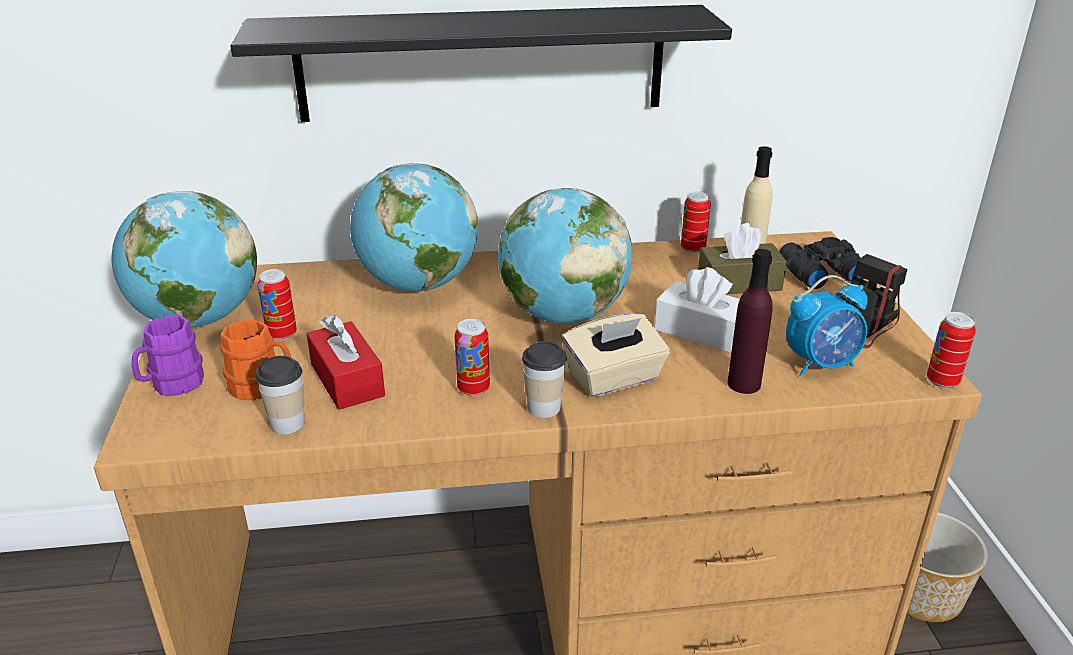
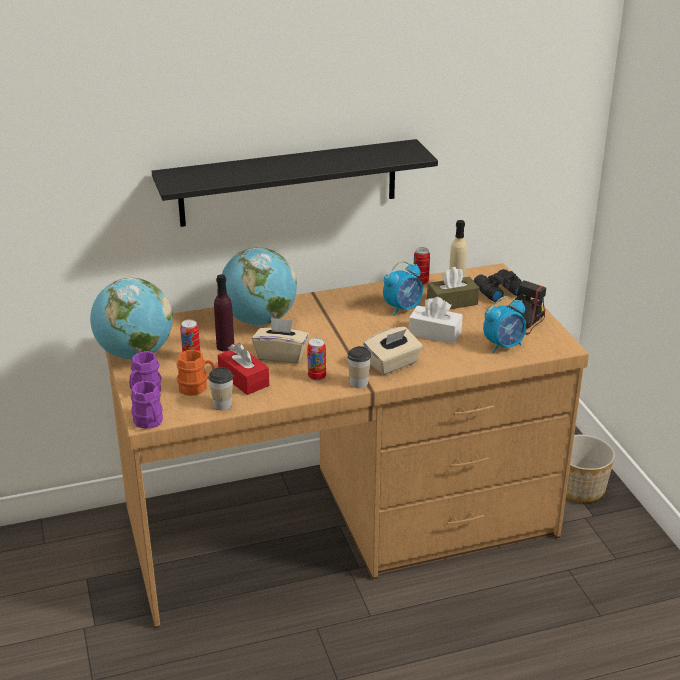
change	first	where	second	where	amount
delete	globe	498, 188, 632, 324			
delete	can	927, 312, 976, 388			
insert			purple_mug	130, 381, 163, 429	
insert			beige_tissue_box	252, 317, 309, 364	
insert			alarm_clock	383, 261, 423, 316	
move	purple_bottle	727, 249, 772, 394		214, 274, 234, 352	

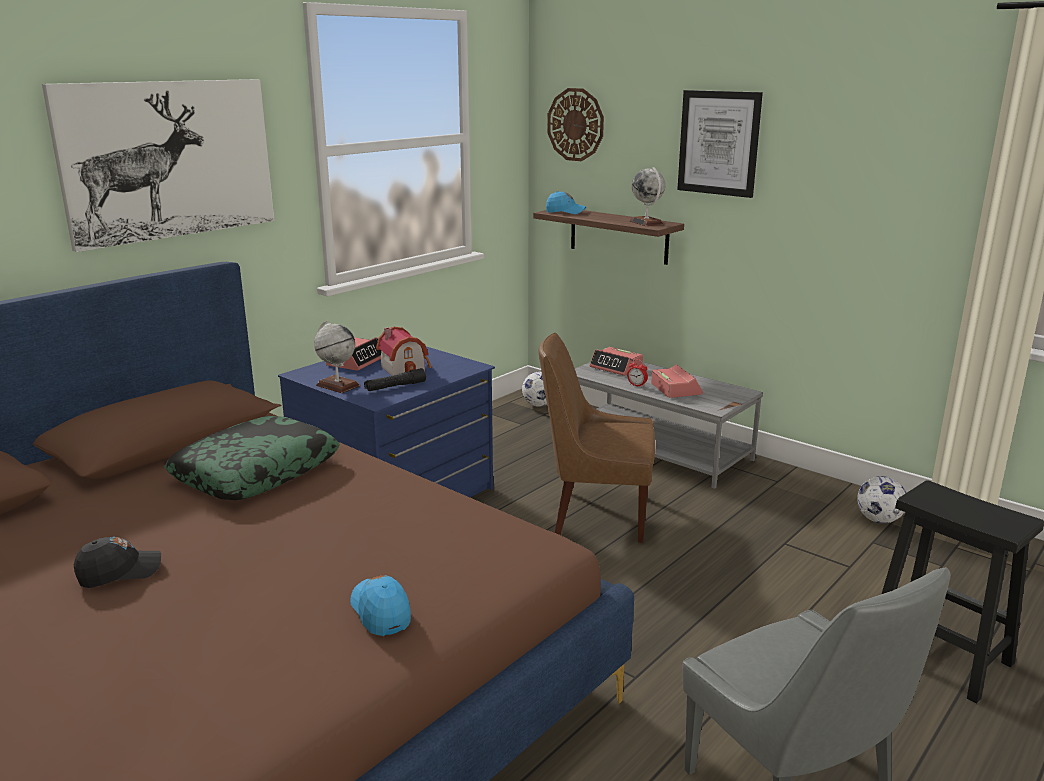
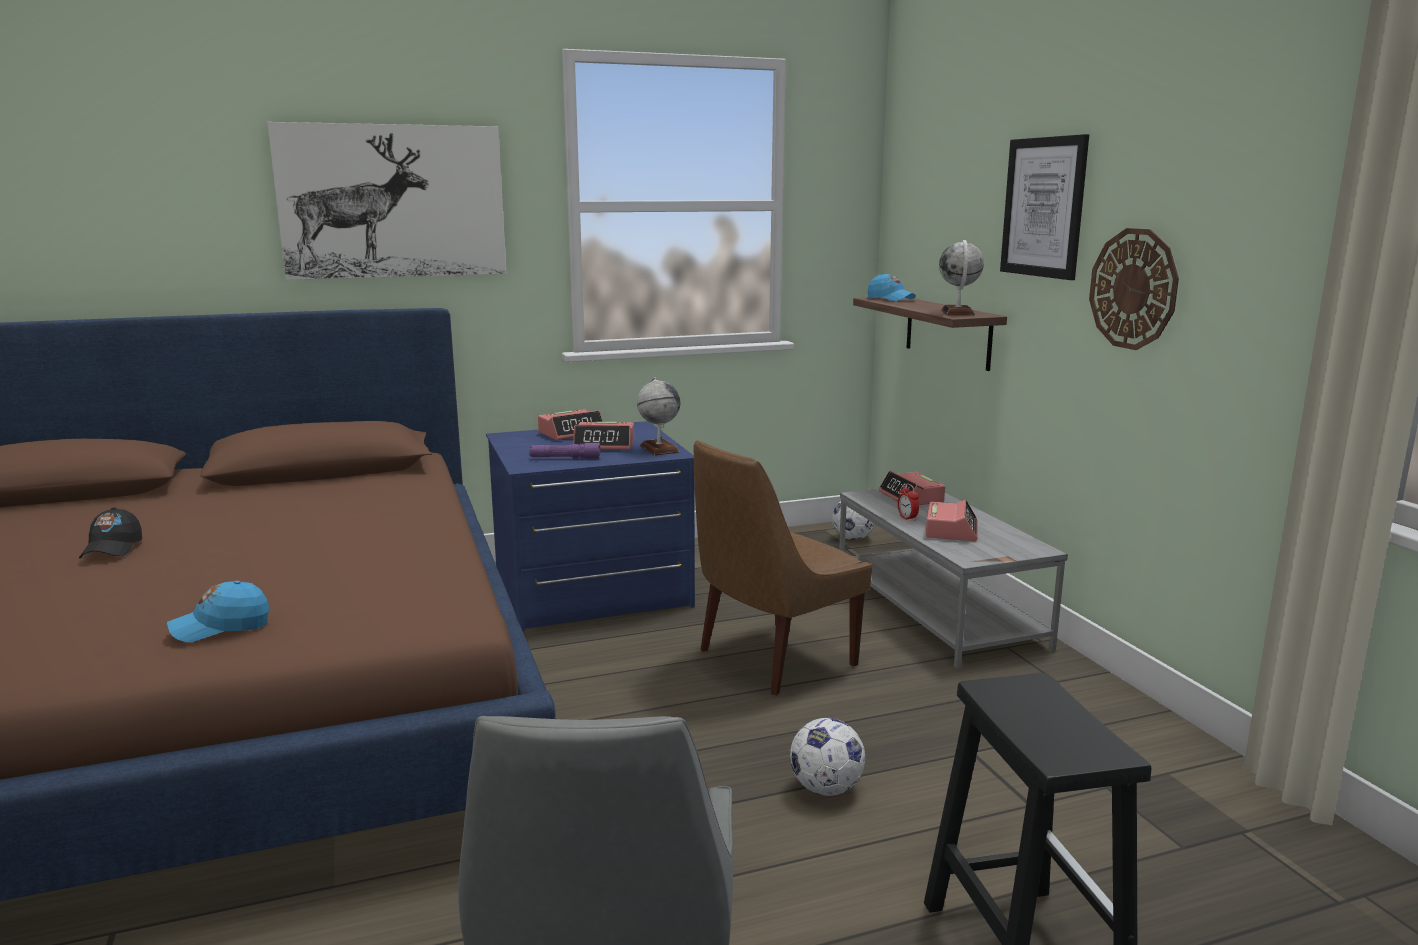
change	first	where	second	where	amount
delete	pillow	164, 416, 340, 500			
move	globe	314, 321, 360, 393		637, 377, 681, 455	
move	wall_clock	547, 88, 604, 161		1089, 228, 1179, 350	
move	football	857, 476, 906, 524		790, 718, 865, 796	
replace	toy_house	376, 327, 431, 376	alarm_clock	573, 422, 634, 450	
recolor	black_flashlight	364, 368, 426, 391	purple_flashlight	529, 443, 600, 459	
rotate	black_cap	74, 537, 161, 588		79, 507, 142, 558	75 degrees clockwise
rotate	blue_cap	350, 575, 411, 636		167, 581, 269, 642	120 degrees counterclockwise
rotate	brown_chair	538, 333, 655, 543		694, 440, 872, 696	75 degrees counterclockwise

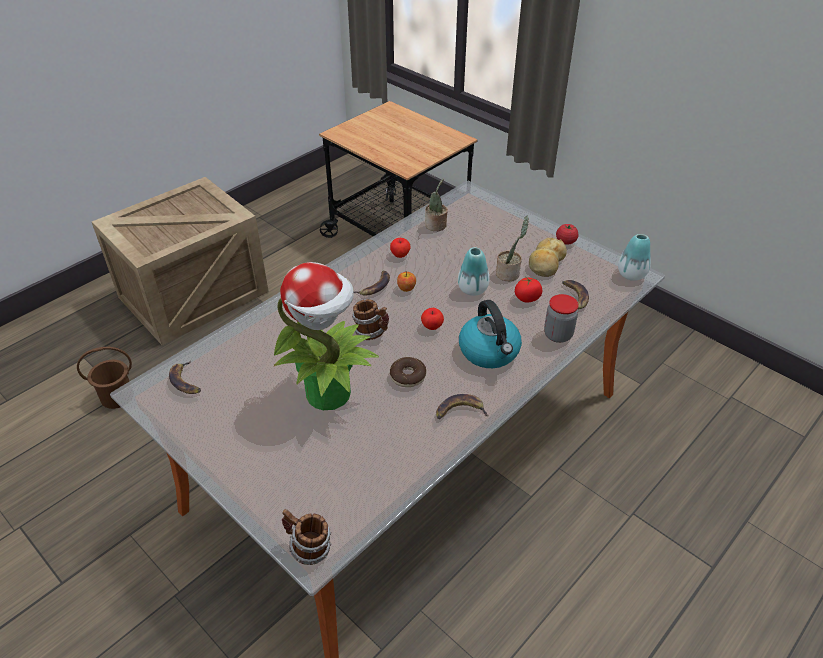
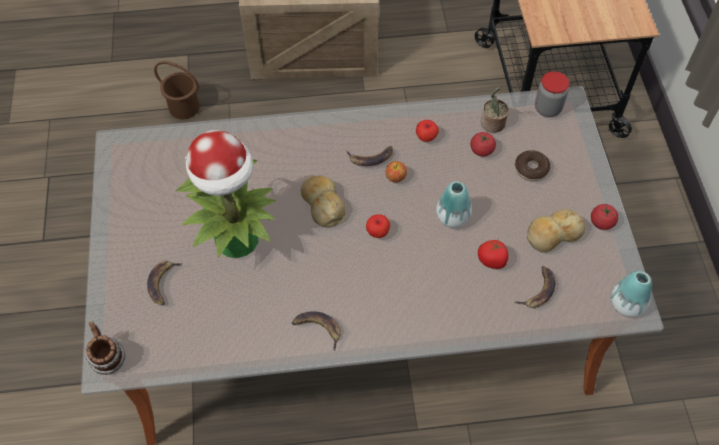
change	first	where	second	where	amount
delete	kettle	459, 300, 522, 368			
delete	potted_plant	496, 216, 529, 281			
insert			tomato	470, 132, 496, 156	
move	banana	169, 360, 201, 394		147, 261, 183, 305	
move	donut	390, 357, 426, 387		515, 150, 550, 181	
move	jar	544, 294, 579, 343		535, 71, 570, 117	
replace	mug	352, 299, 389, 340	bread	301, 176, 346, 227	

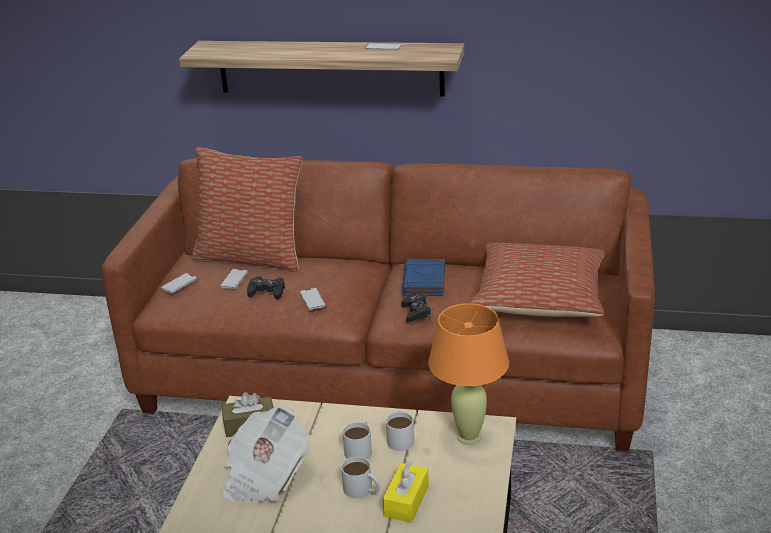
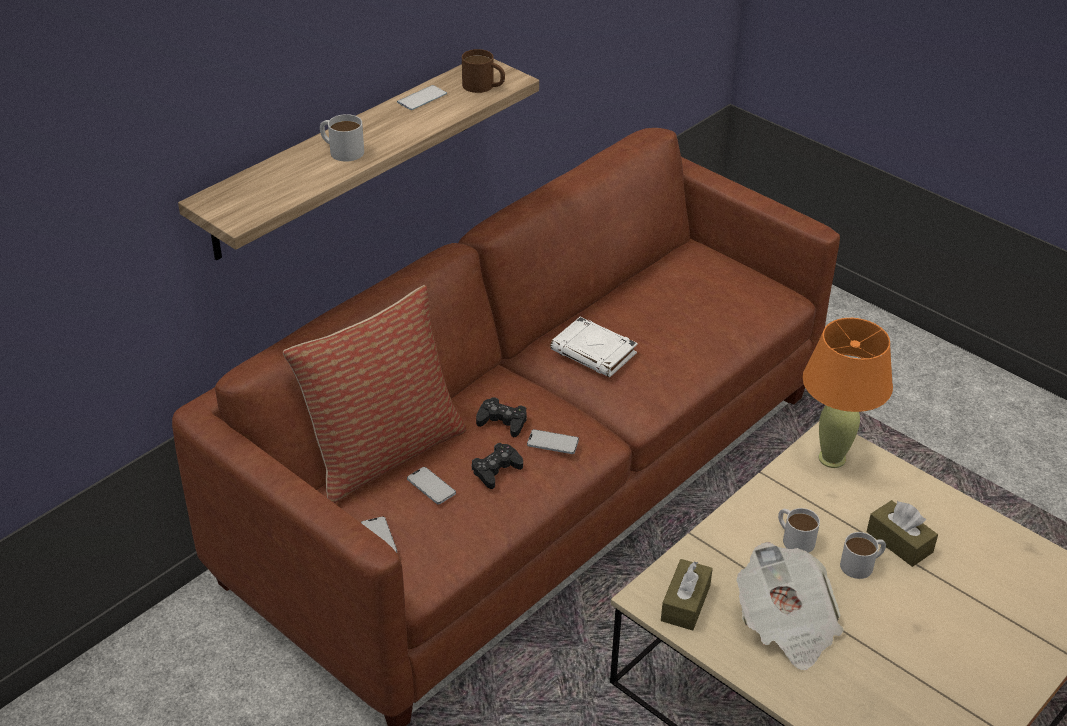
change	first	where	second	where	amount
delete	pillow	470, 242, 605, 317			
insert			brown_mug	462, 49, 505, 93	
move	white_mug	386, 411, 414, 451		320, 114, 364, 162	
move	black_game_controller	401, 293, 431, 323		476, 397, 527, 437	
recolor	yellow_tissue_box	383, 461, 429, 523	brown_tissue_box	867, 500, 938, 567	
recolor	blue_book	402, 259, 445, 296	white_book	550, 317, 638, 377	

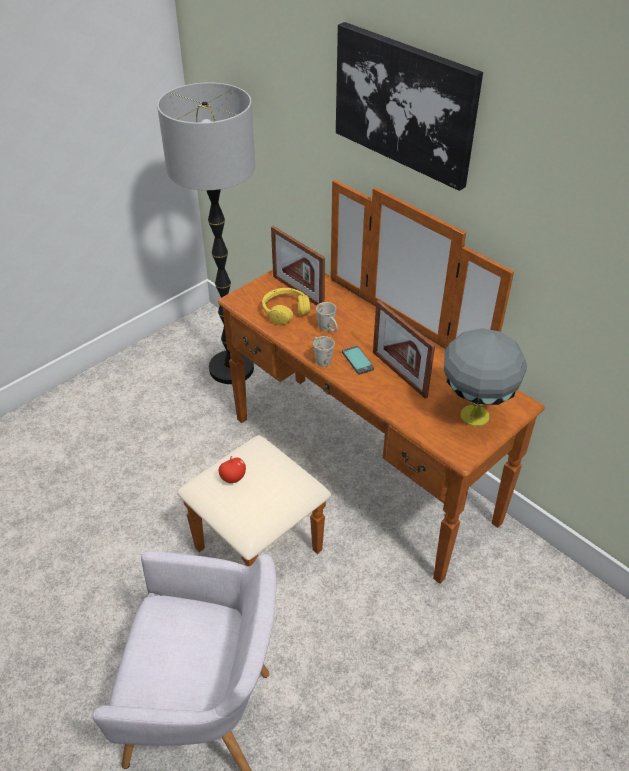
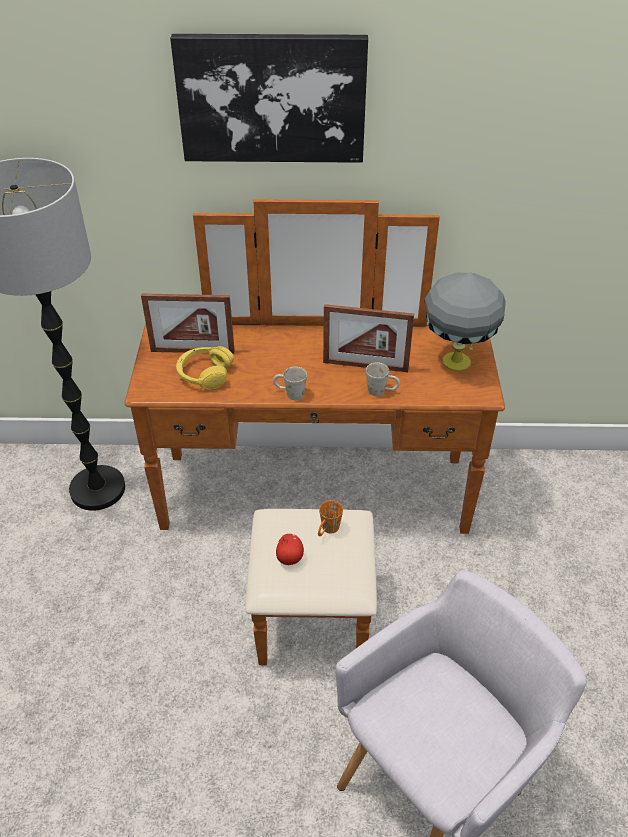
change	first	where	second	where	amount
delete	phone	342, 346, 374, 375			
insert			orange_mug	318, 500, 343, 536	
move	white_mug	316, 302, 338, 332		366, 362, 400, 396	

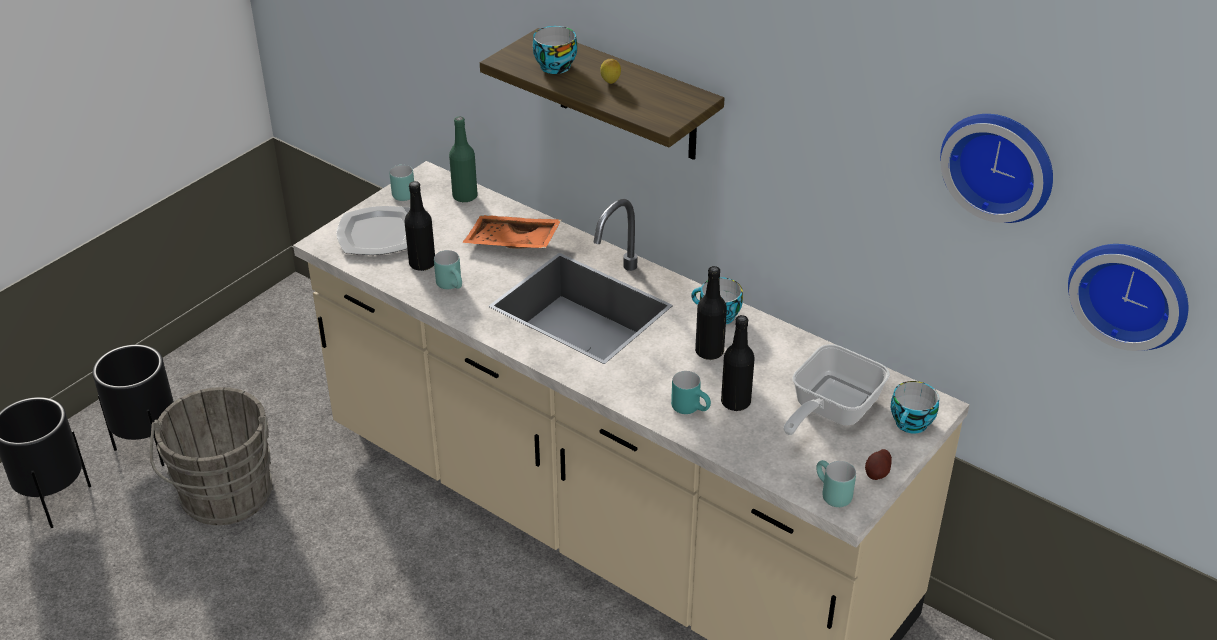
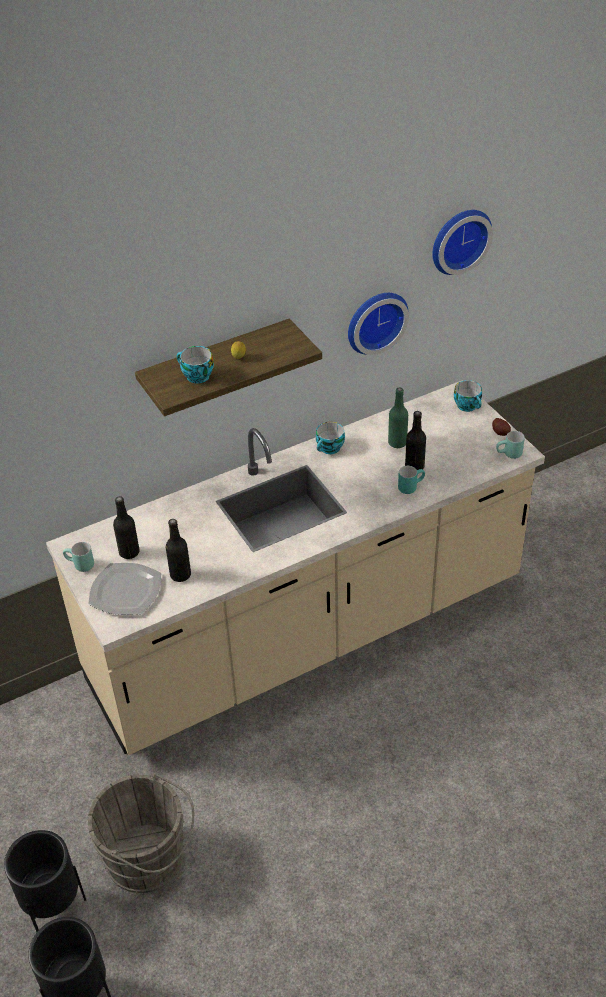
change	first	where	second	where	amount
delete	turquoise_mug	434, 250, 462, 290			
delete	orange_tray	462, 215, 562, 249			
delete	frying_pan	784, 344, 890, 435			
move	green_bottle	449, 116, 478, 202		388, 387, 408, 449	
move	black_bottle	695, 266, 727, 360		113, 496, 140, 559	
move	wall_clock	1068, 244, 1188, 351		348, 293, 409, 355	

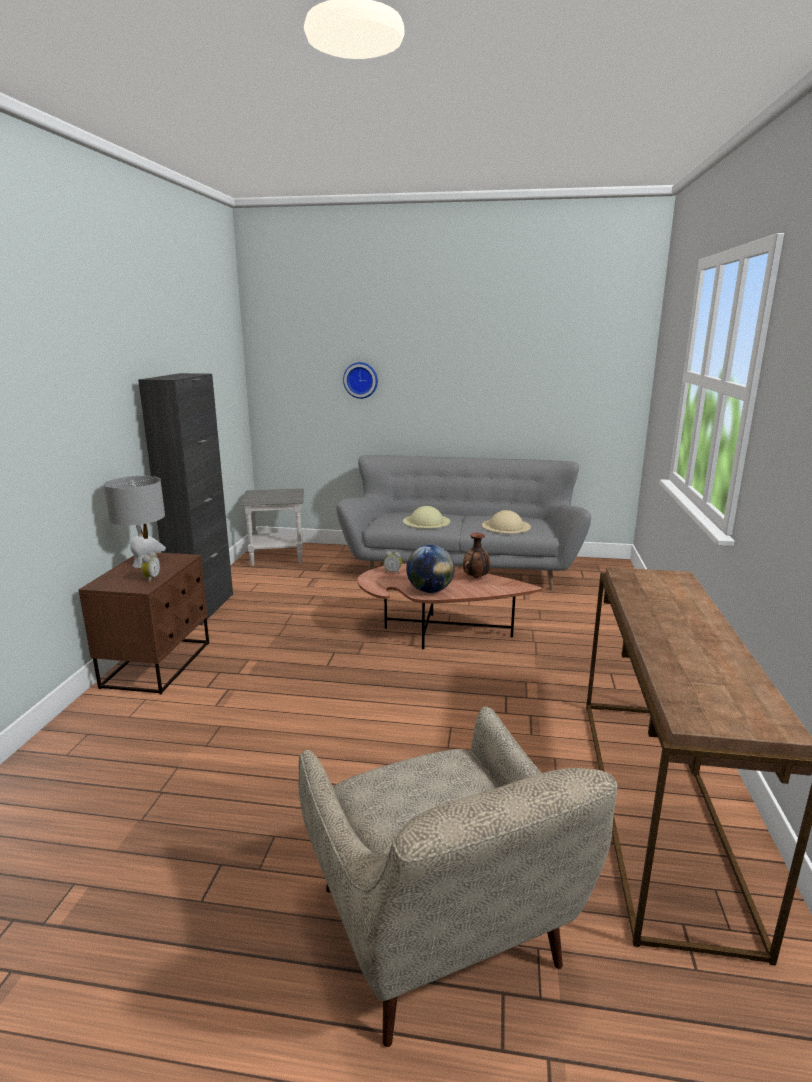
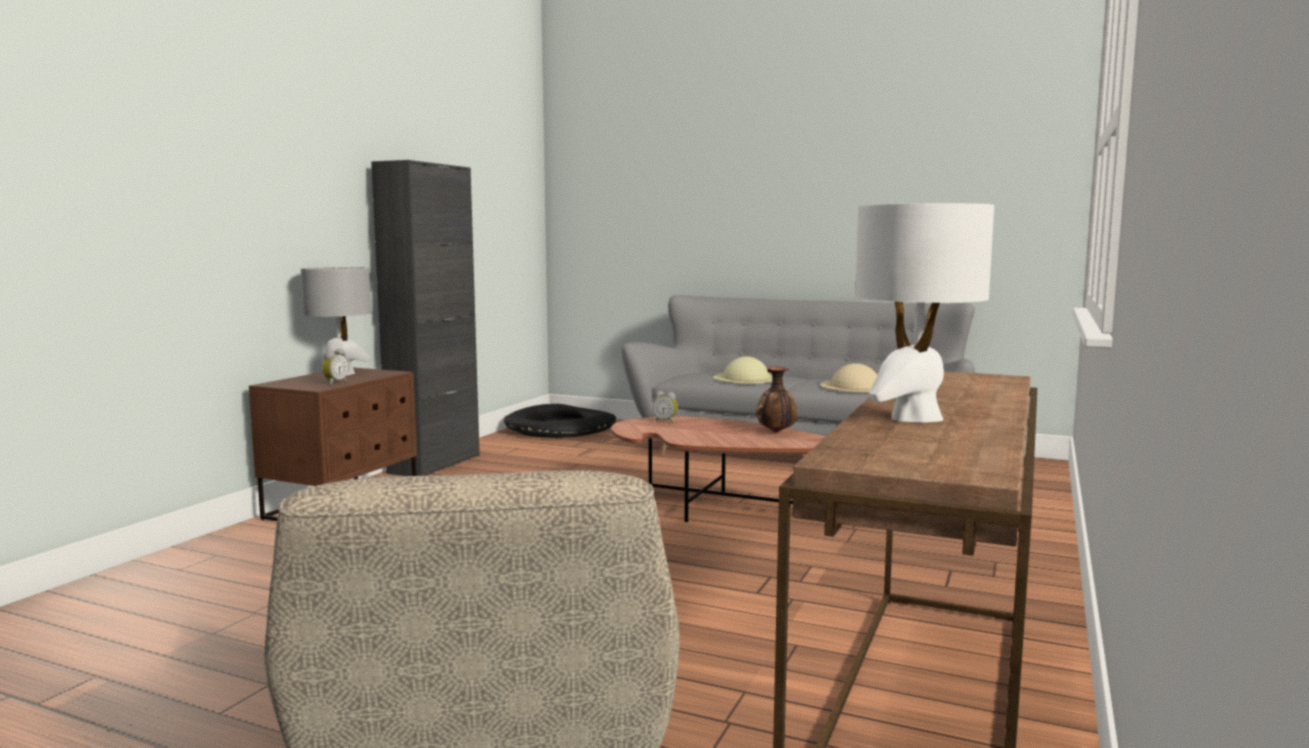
change	first	where	second	where	amount
delete	wall_clock	343, 362, 378, 399			
delete	globe	406, 545, 454, 593			
insert			white_table_lamp	855, 203, 994, 423	
replace	grey_side_table	240, 488, 304, 566	black_dog_bed	504, 404, 616, 438	

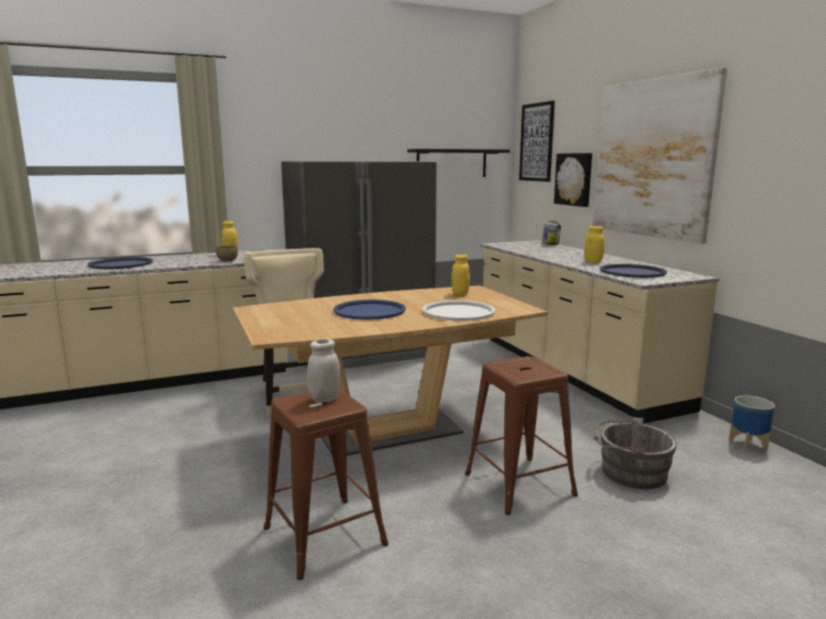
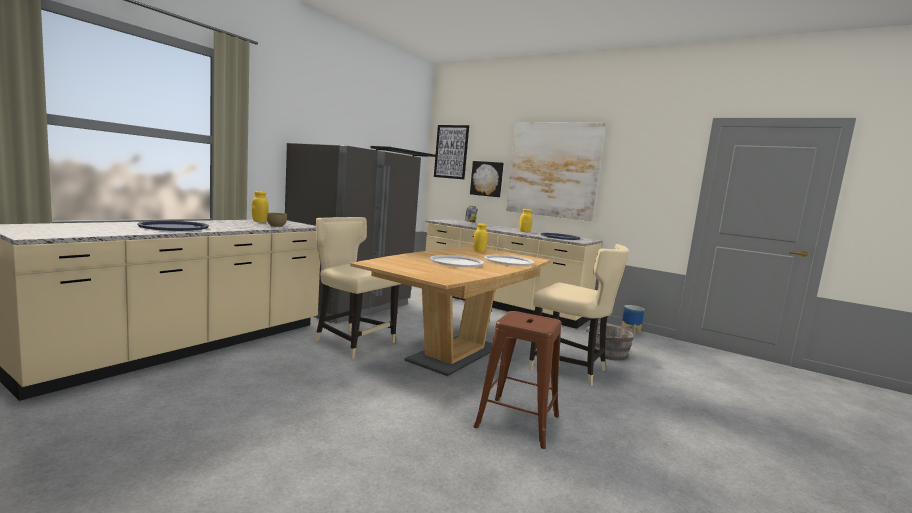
change	first	where	second	where	amount
delete	white_jar	307, 339, 341, 403			
replace	brown_stool	465, 356, 578, 515	beige_chair	528, 244, 629, 386	
recolor	blue_tray	333, 300, 406, 320	white_tray	430, 255, 484, 267	

